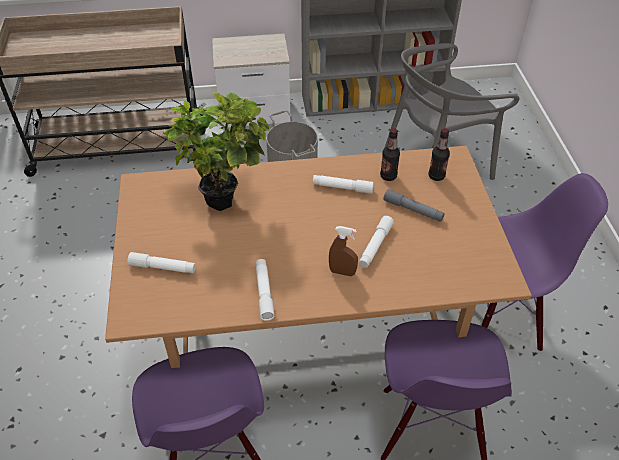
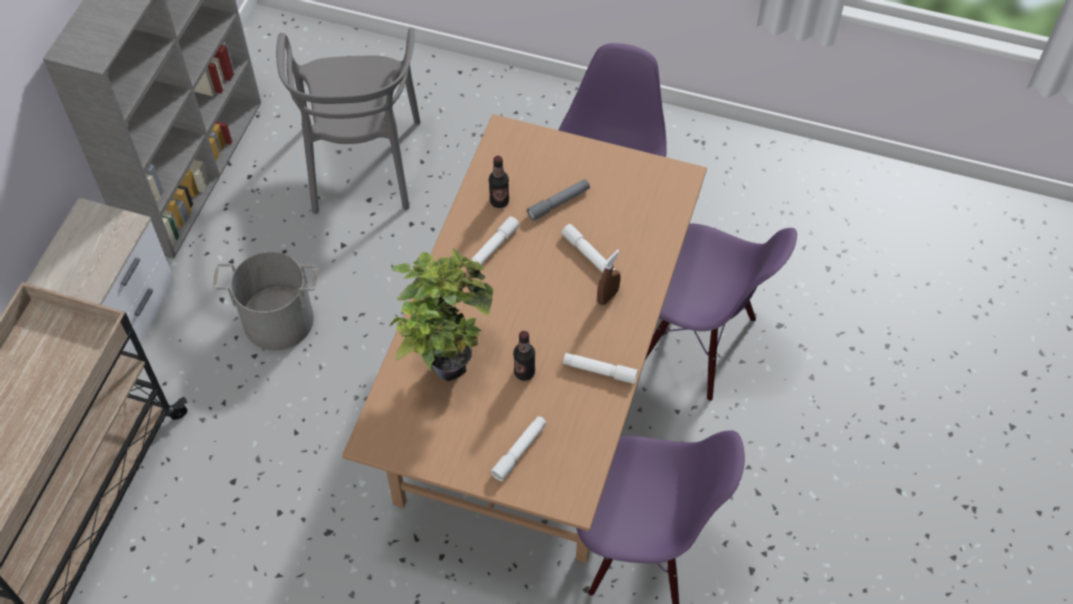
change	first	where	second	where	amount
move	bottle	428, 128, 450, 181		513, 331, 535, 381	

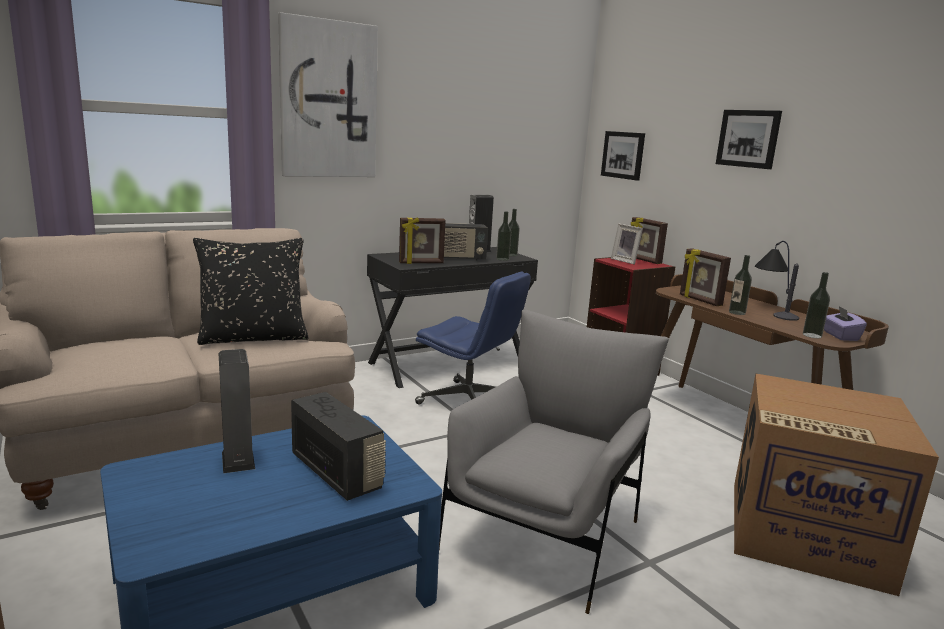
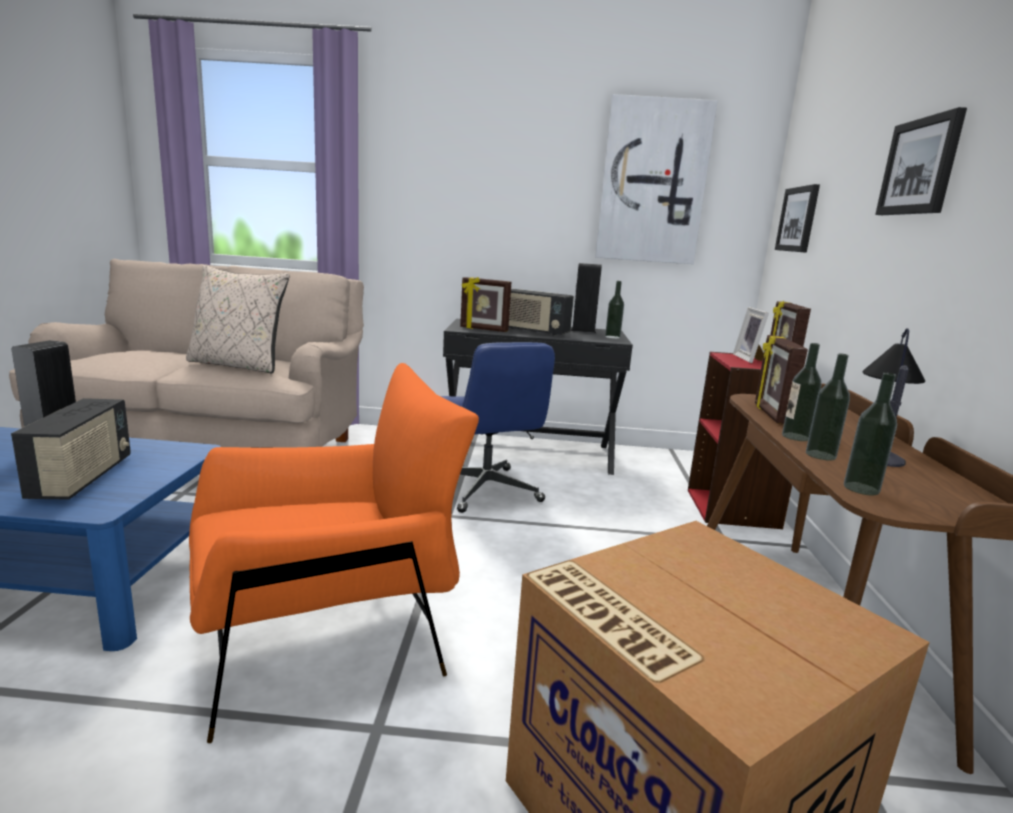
change	first	where	second	where	amount
delete	purple_tissue_box	824, 306, 867, 341			
move	picture	278, 12, 378, 177		595, 94, 718, 264	
move	bottle	496, 211, 511, 261		806, 353, 850, 461	
recolor	black_pillow	193, 238, 308, 345	beige_pillow	186, 265, 290, 374	
recolor	grey_armchair	439, 309, 669, 614	orange_armchair	189, 363, 479, 743	

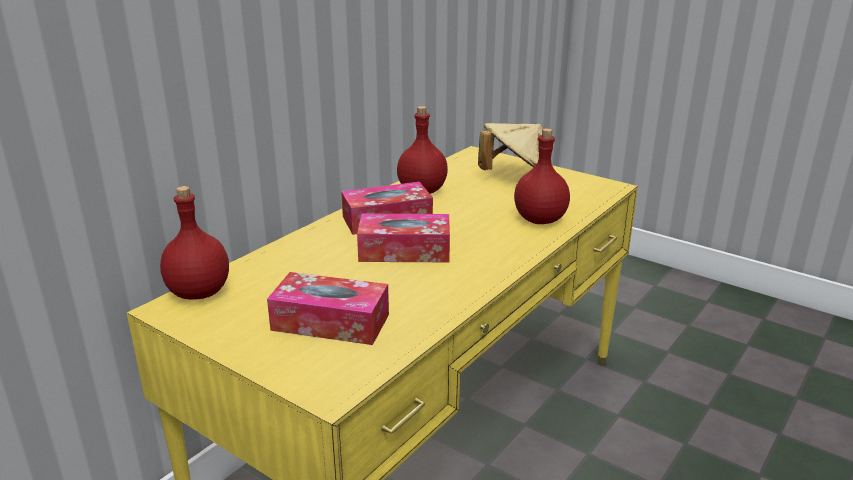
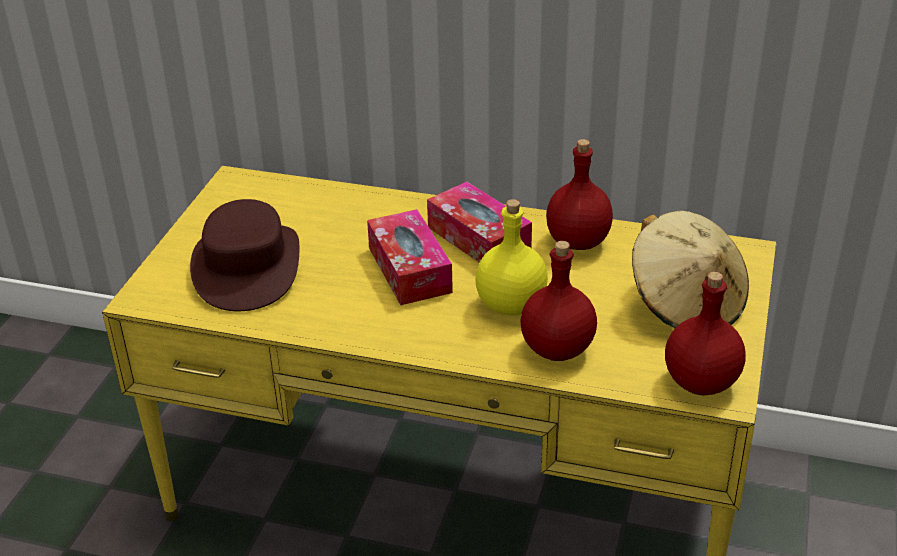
change	first	where	second	where	amount
insert			yellow_bottle	476, 199, 548, 316	
move	red_bottle	160, 186, 229, 300		665, 272, 746, 395	
replace	tissue_box	267, 272, 389, 345	brown_hat	190, 199, 299, 311	

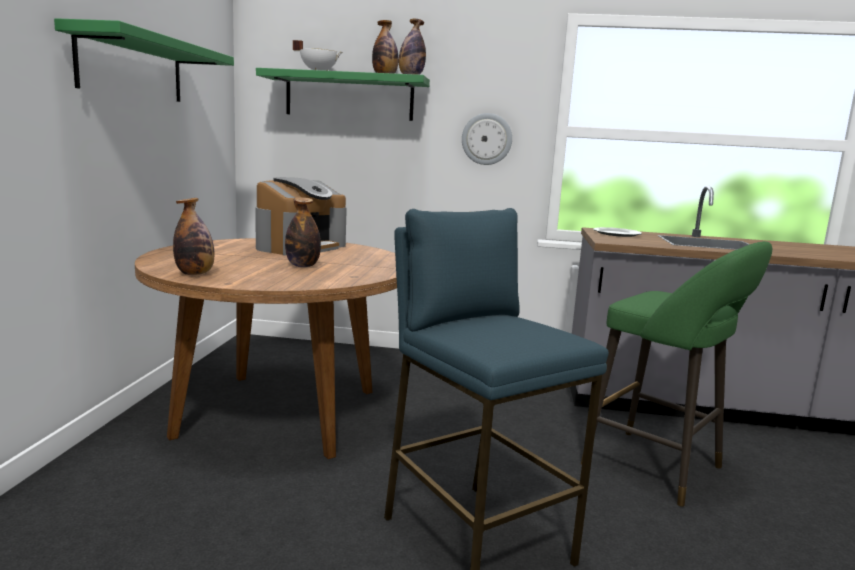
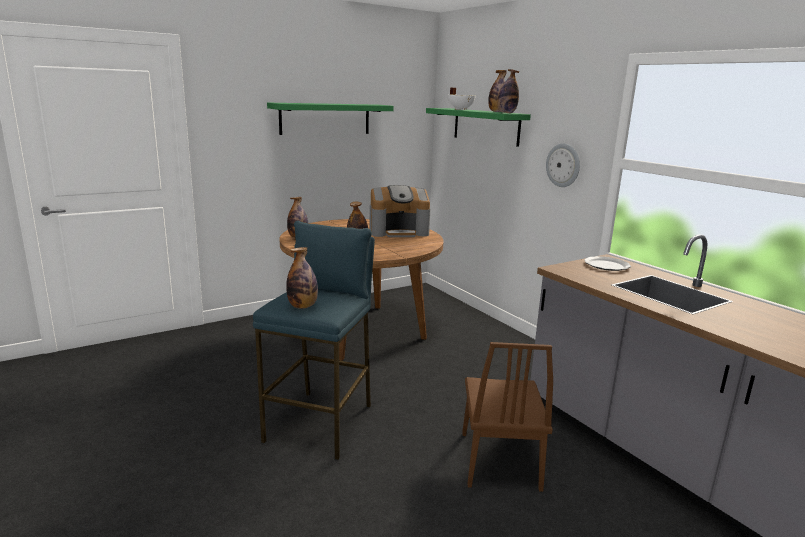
change	first	where	second	where	amount
insert			bottle	286, 247, 318, 309	
replace	green_stool	581, 241, 773, 507	brown_chair	462, 342, 553, 492	

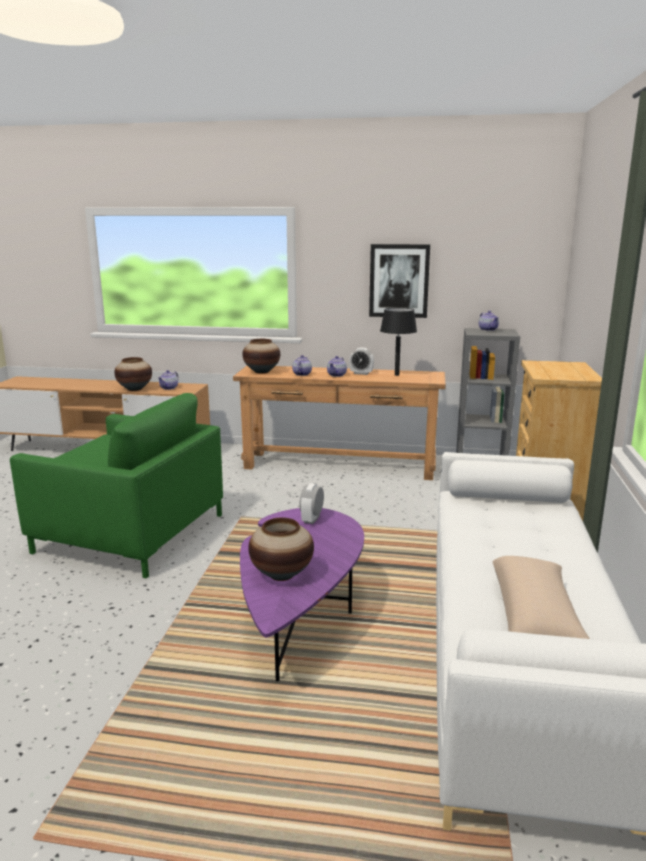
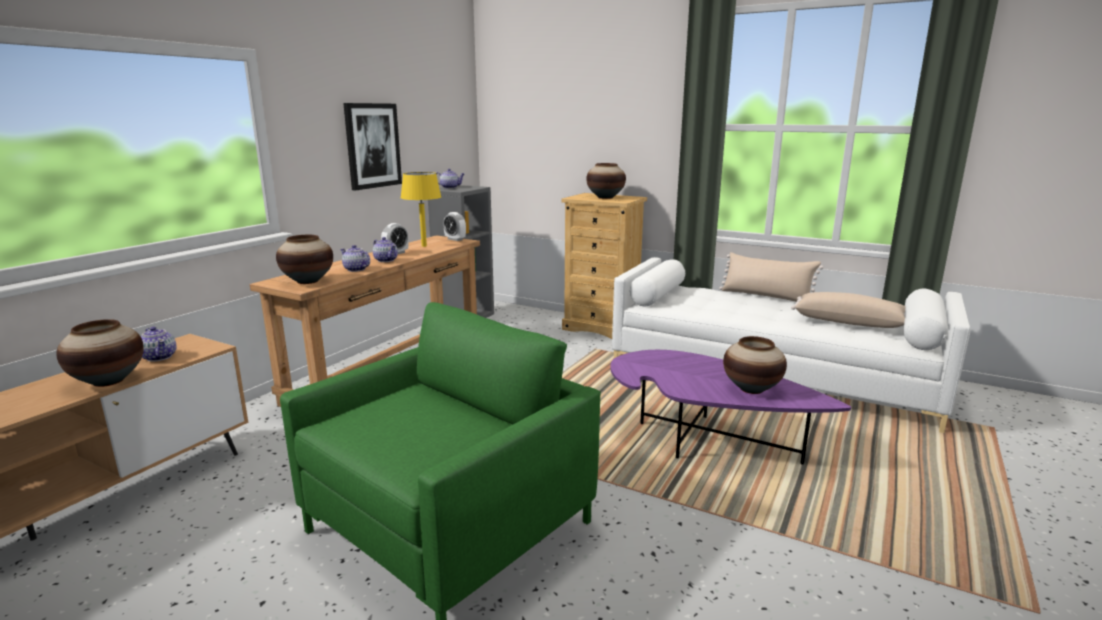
change	first	where	second	where	amount
insert			vase	586, 163, 626, 199	
insert			beige_pillow	719, 252, 823, 302	
move	alarm_clock	299, 483, 324, 524		443, 212, 466, 241	
recolor	black_table_lamp	380, 308, 417, 376	yellow_table_lamp	401, 172, 441, 247	

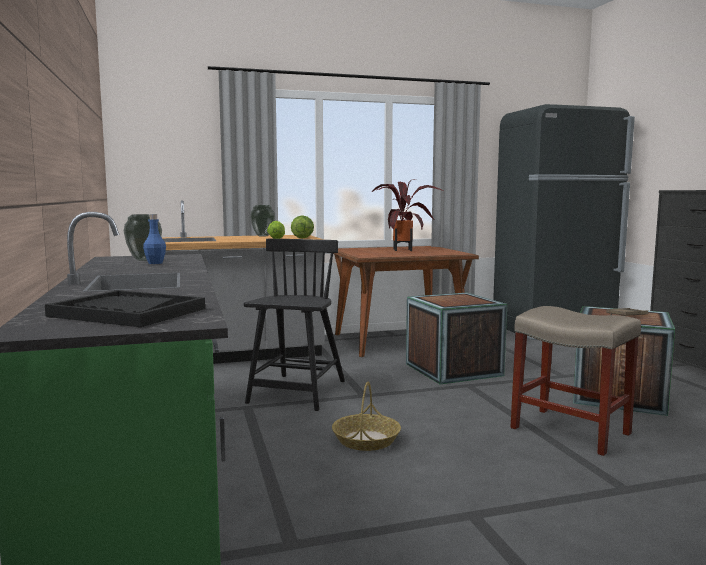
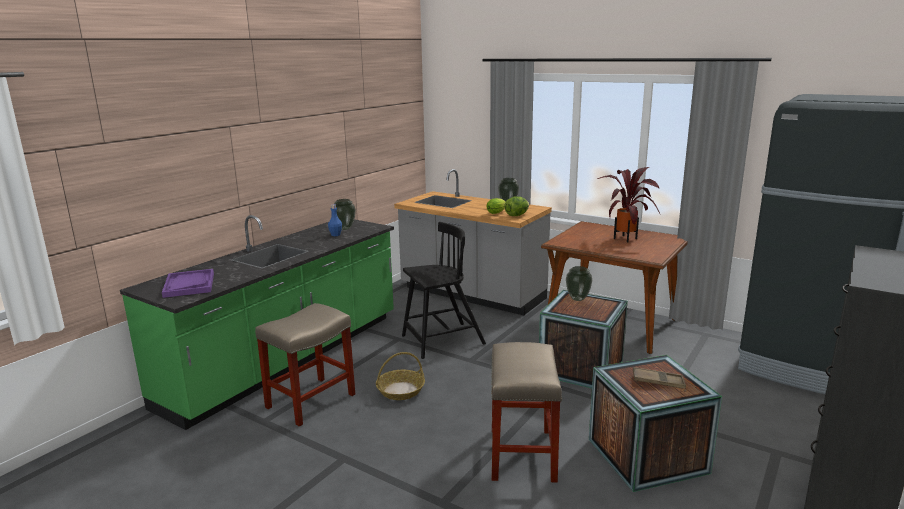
change	first	where	second	where	amount
insert			beige_stool	255, 303, 355, 427	
insert			vase	566, 266, 592, 301	
recolor	black_tray	45, 290, 205, 327	purple_tray	162, 269, 214, 298	

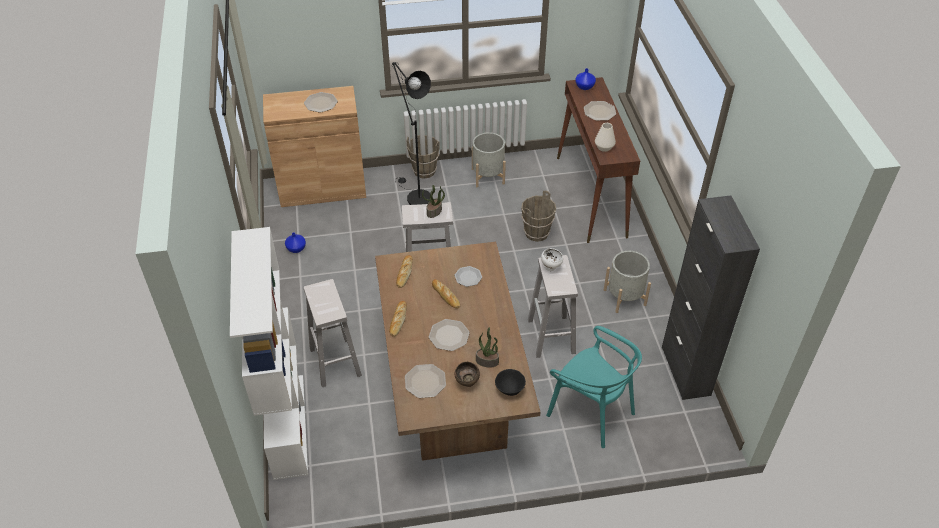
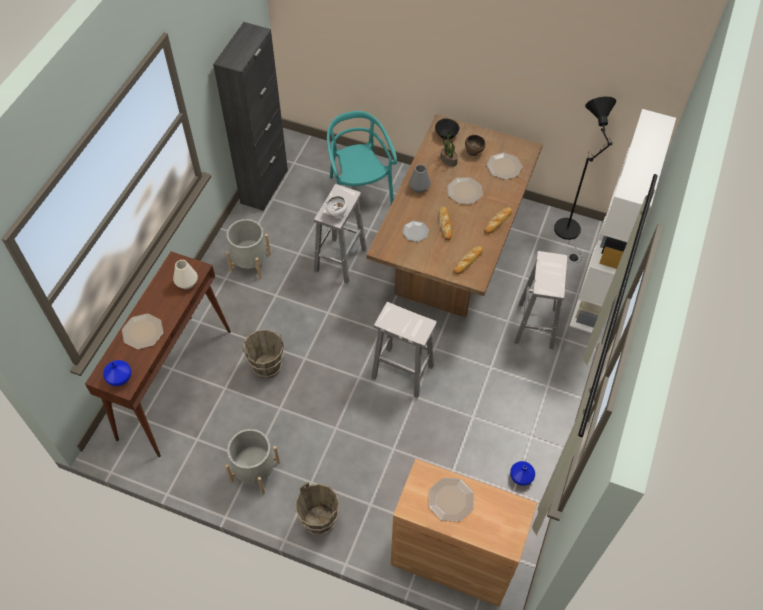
change	first	where	second	where	amount
delete	potted_plant	422, 185, 445, 218			
insert			grey_vase	409, 164, 431, 193	
move	black_floor_lamp	392, 62, 431, 205		554, 97, 616, 262	

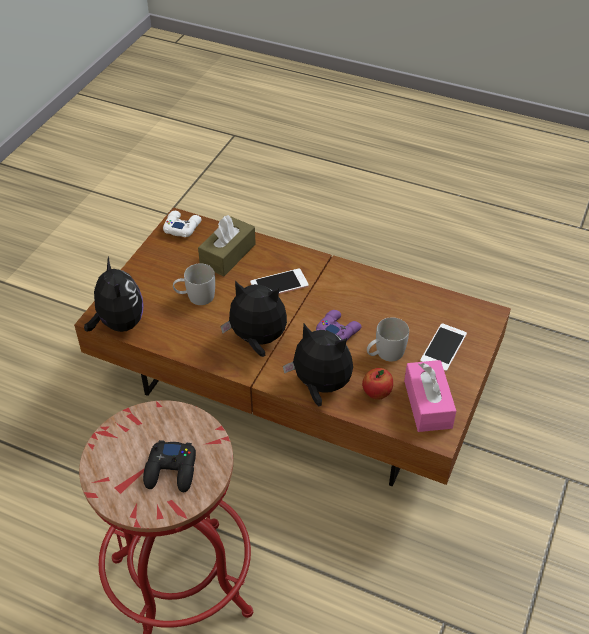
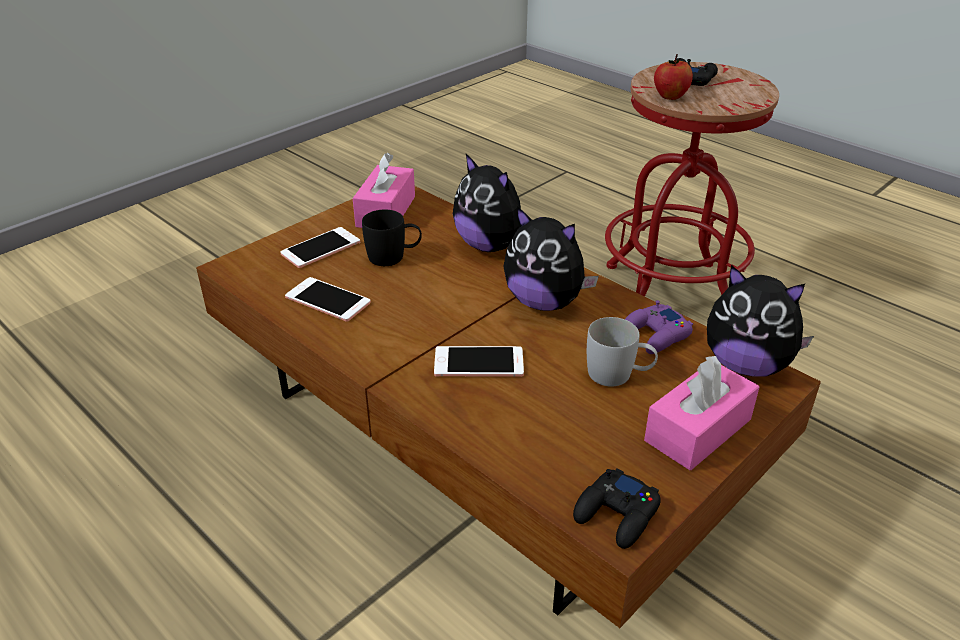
change	first	where	second	where	amount
delete	brown_tissue_box	198, 215, 256, 276			
insert			phone	285, 277, 371, 322	
insert			pink_tissue_box	644, 356, 759, 470	
move	purple_game_controller	316, 310, 362, 340		625, 300, 693, 354	
move	apple	362, 368, 393, 400		654, 54, 693, 100	
recolor	white_game_controller	163, 211, 202, 237	black_game_controller	573, 468, 661, 549	
recolor	white_mug	367, 317, 409, 362	black_mug	362, 209, 422, 266	
rotate	plush_toy	84, 257, 143, 332		707, 265, 814, 377	60 degrees counterclockwise

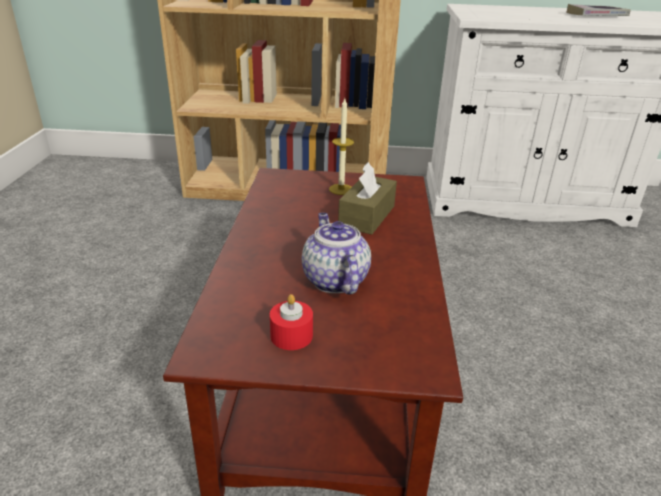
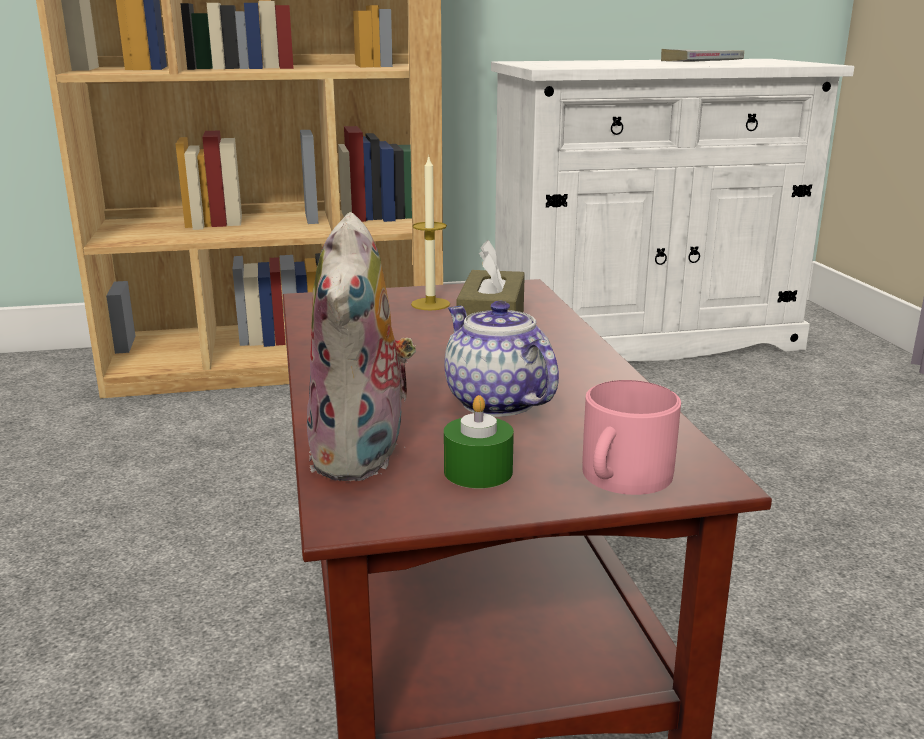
change	first	where	second	where	amount
insert			plush_toy	307, 212, 416, 482	
insert			pink_mug	582, 380, 681, 495	
recolor	red_candle	270, 294, 313, 350	green_candle	444, 395, 514, 488	

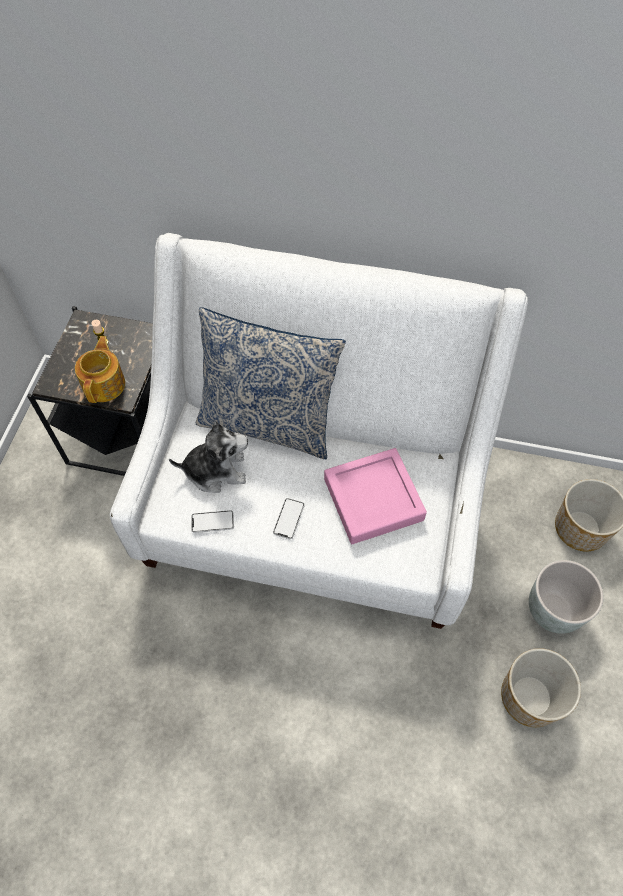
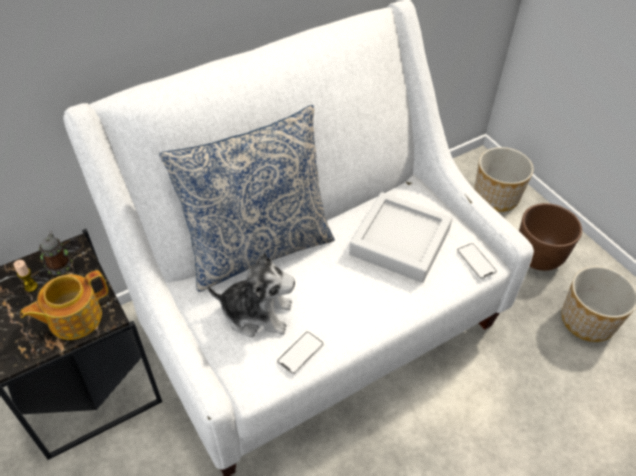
change	first	where	second	where	amount
insert			mug	39, 231, 72, 275	
move	phone	273, 498, 305, 539		457, 243, 497, 279	
recolor	pink_tray	324, 448, 427, 544	grey_tray	349, 192, 452, 283	
recolor	grey_planter	529, 560, 604, 634	brown_planter	519, 203, 582, 271	
rotate	teapot	75, 336, 125, 403		20, 270, 108, 340	90 degrees counterclockwise
rotate	plush_toy	169, 422, 248, 493		207, 253, 295, 337	60 degrees clockwise

